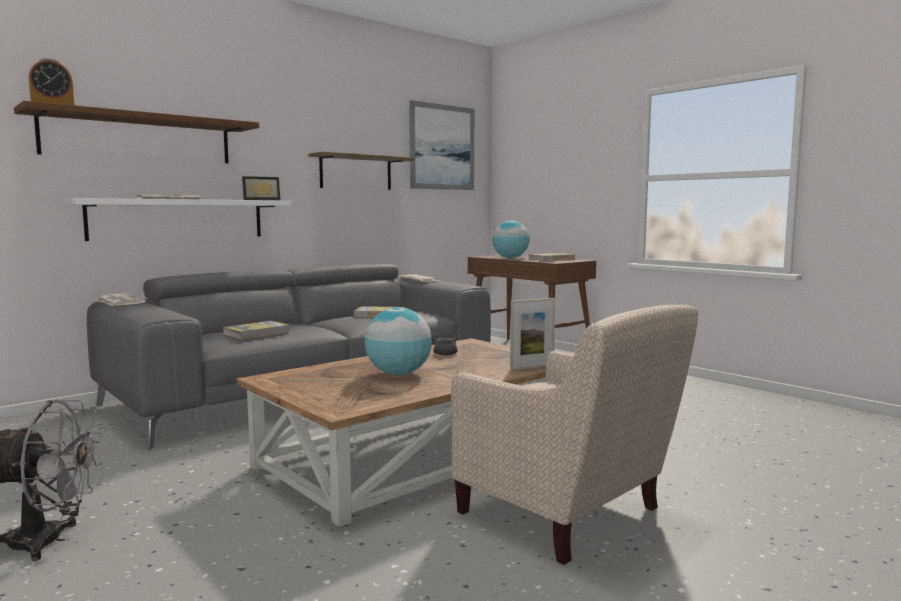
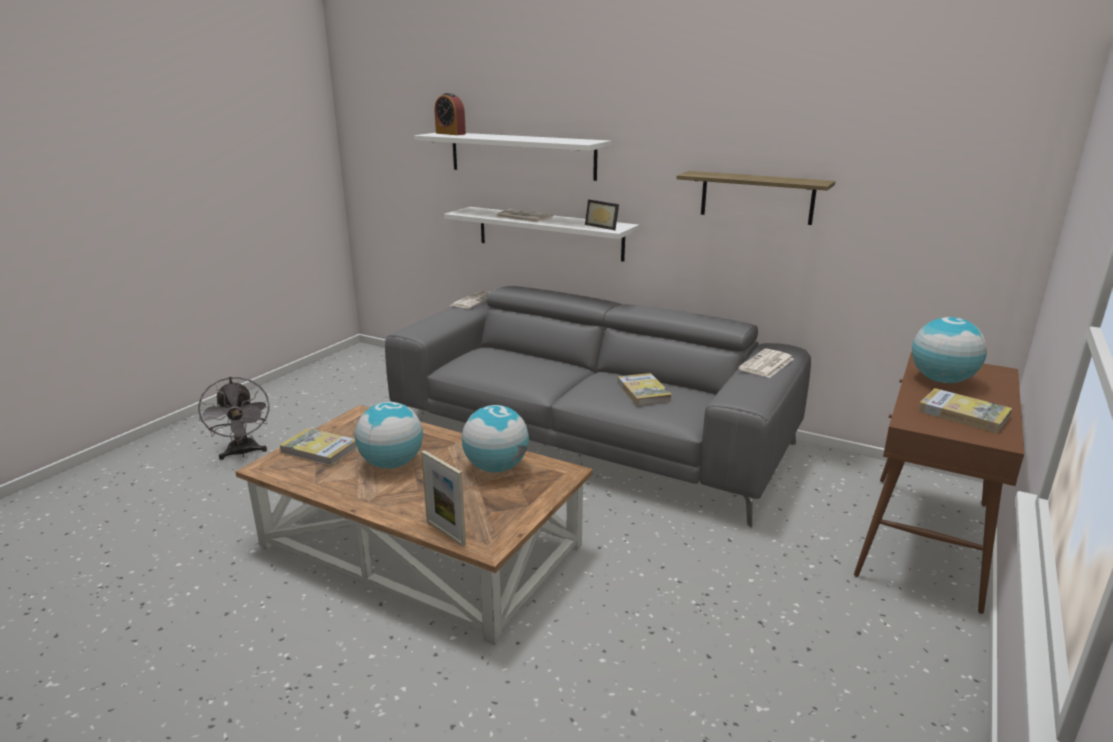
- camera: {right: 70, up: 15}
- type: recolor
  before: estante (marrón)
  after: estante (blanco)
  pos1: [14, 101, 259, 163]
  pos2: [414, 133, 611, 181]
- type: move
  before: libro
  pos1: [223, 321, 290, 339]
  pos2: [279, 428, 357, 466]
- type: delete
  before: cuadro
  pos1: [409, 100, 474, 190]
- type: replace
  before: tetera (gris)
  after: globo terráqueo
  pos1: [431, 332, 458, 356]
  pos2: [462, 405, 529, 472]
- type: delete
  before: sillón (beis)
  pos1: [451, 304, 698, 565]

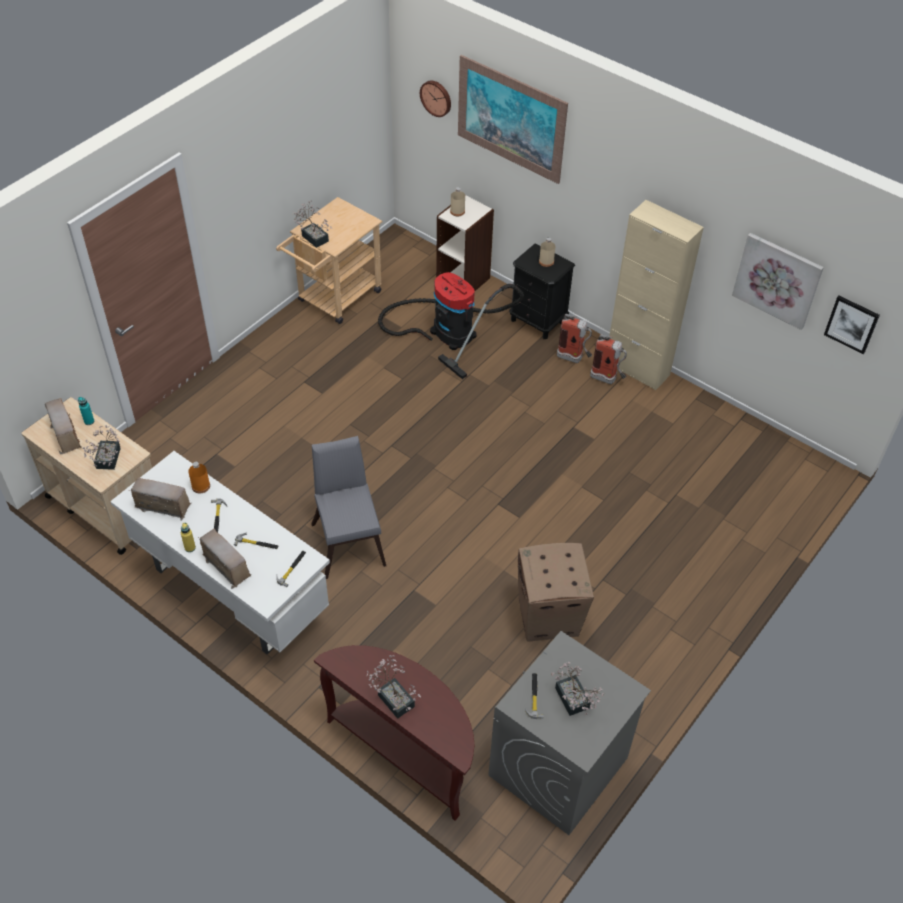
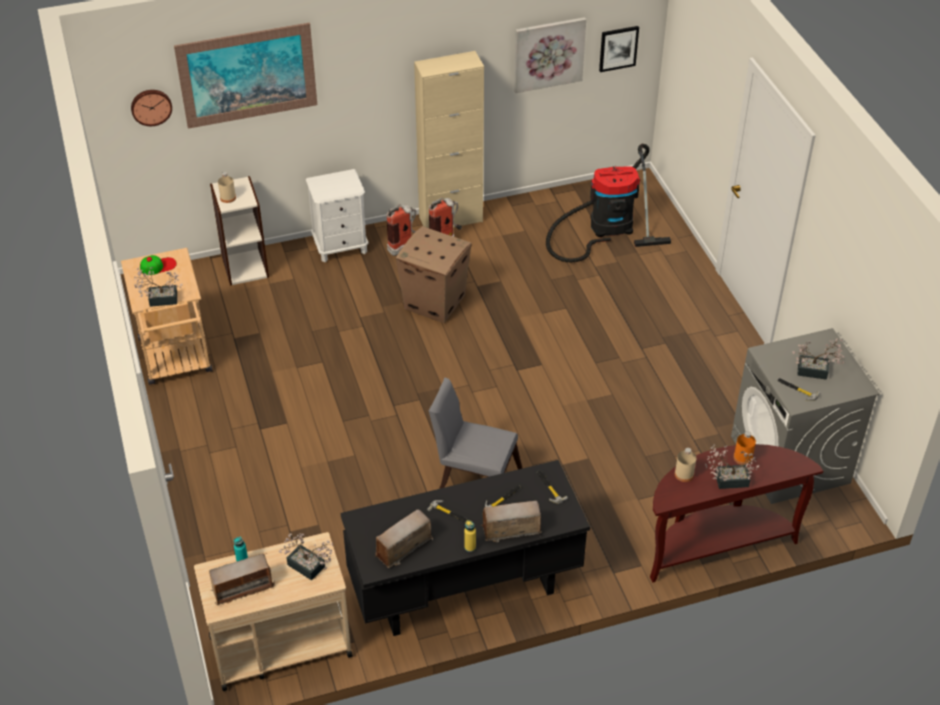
- camera: {right: -55, up: -5}
- type: rotate
  before: radio
  pos1: [44, 398, 82, 454]
  pos2: [209, 553, 275, 605]
  turn: 150
- type: recolor
  before: escritorio (blanco)
  after: escritorio (negro)
  pos1: [110, 451, 330, 655]
  pos2: [340, 460, 590, 636]
- type: move
  before: botella (naranja)
  pos1: [188, 462, 210, 493]
  pos2: [733, 431, 756, 465]
- type: move
  before: aspiradora
  pos1: [378, 272, 524, 379]
  pos2: [546, 144, 671, 263]
- type: recolor
  before: mesita de noche (negro)
  after: mesita de noche (blanco)
  pos1: [509, 243, 575, 339]
  pos2: [306, 169, 368, 262]
- type: move
  before: caja de cartón
  pos1: [518, 543, 594, 642]
  pos2: [396, 226, 472, 323]
- type: move
  before: botella (beis)
  pos1: [539, 238, 555, 267]
  pos2: [675, 448, 696, 482]
- type: insert
  after: gorra
  pos2: [140, 255, 177, 275]

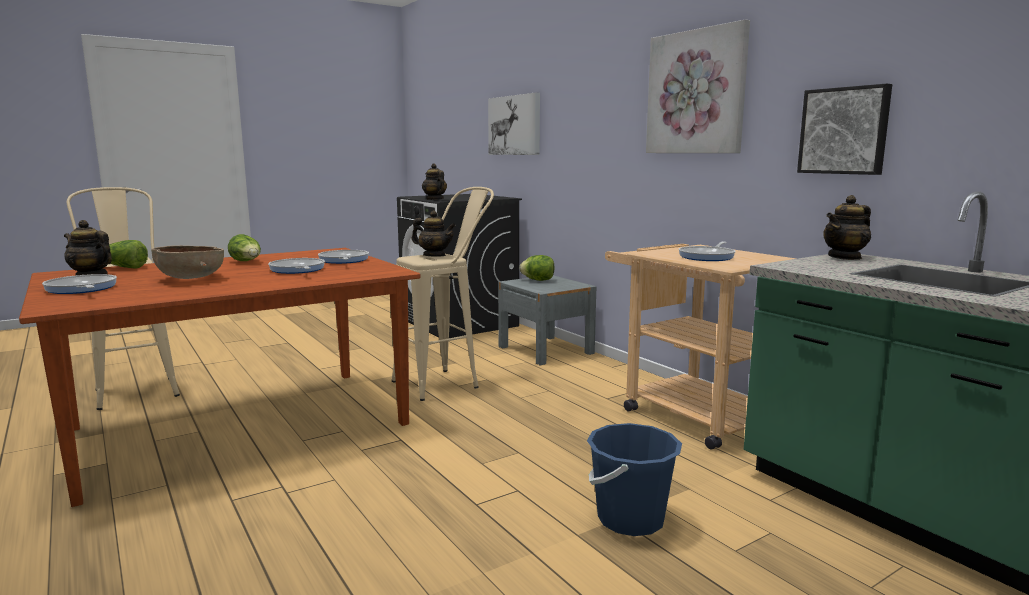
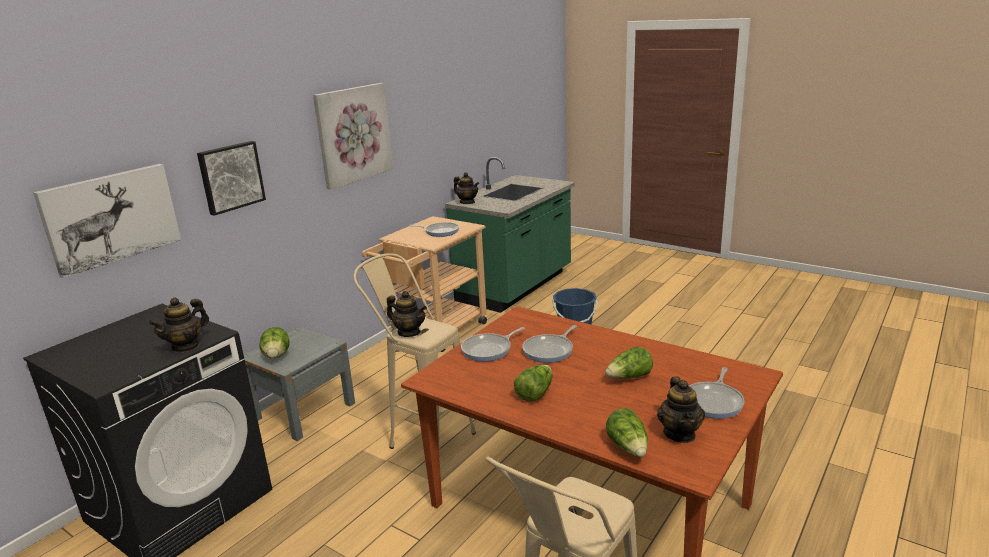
- camera: {right: -110, up: 10}
- type: replace
  before: cuenco (marrón)
  after: lechuga
  pos1: [151, 245, 224, 279]
  pos2: [605, 347, 653, 379]
- type: rotate
  before: tetera
  pos1: [412, 211, 456, 256]
  pos2: [387, 291, 427, 337]
  turn: 120
- type: move
  before: cuadro
  pos1: [797, 84, 892, 175]
  pos2: [197, 141, 266, 216]

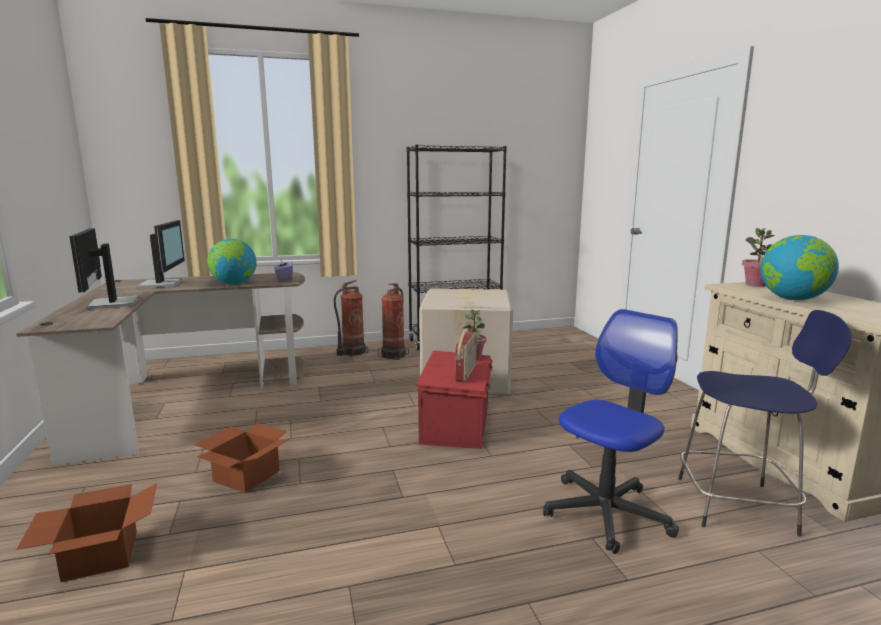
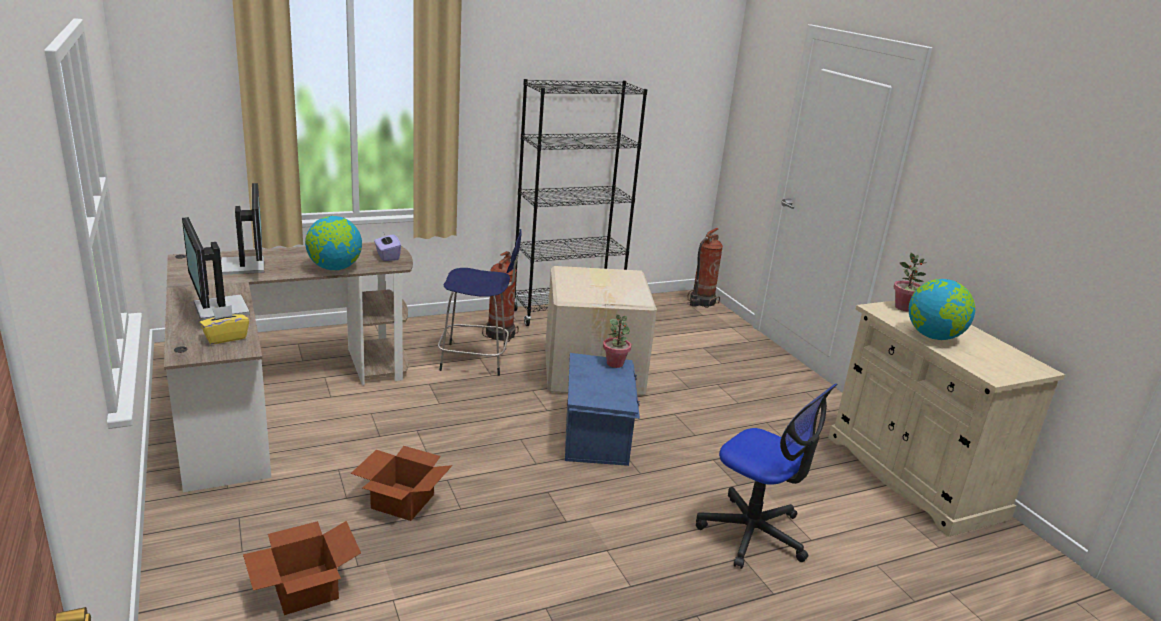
- camera: {right: -10, up: 10}
- type: move
  before: extintor
  pos1: [334, 280, 368, 357]
  pos2: [687, 228, 723, 308]
- type: recolor
  before: caja de almacenaje (rojo)
  after: caja de almacenaje (azul)
  pos1: [416, 351, 493, 449]
  pos2: [565, 353, 640, 466]
- type: delete
  before: radio
  pos1: [455, 328, 477, 382]
- type: rotate
  before: silla de oficina
  pos1: [543, 309, 679, 554]
  pos2: [696, 384, 837, 569]
  turn: 90
- type: move
  before: taburete (azul)
  pos1: [678, 310, 852, 537]
  pos2: [438, 229, 522, 376]
- type: insert
  after: caja de pañuelos (amarillo)
  pos2: [199, 305, 249, 345]

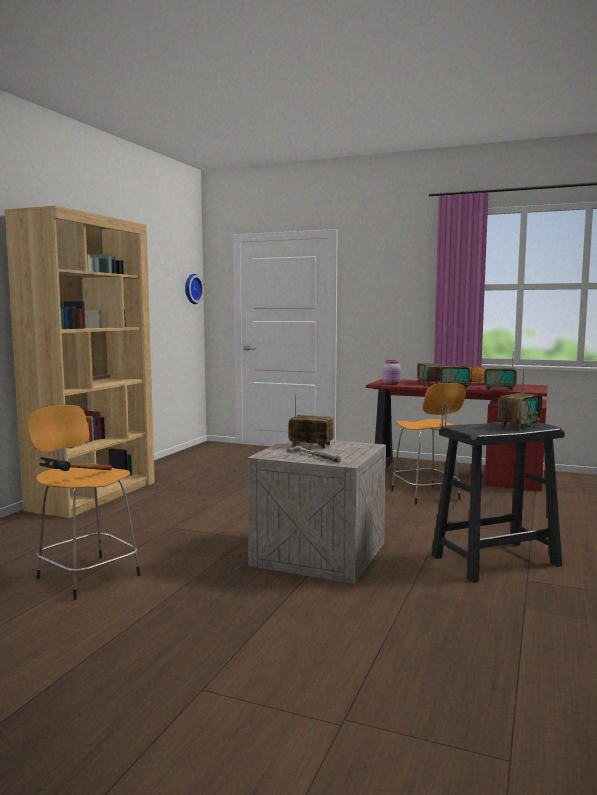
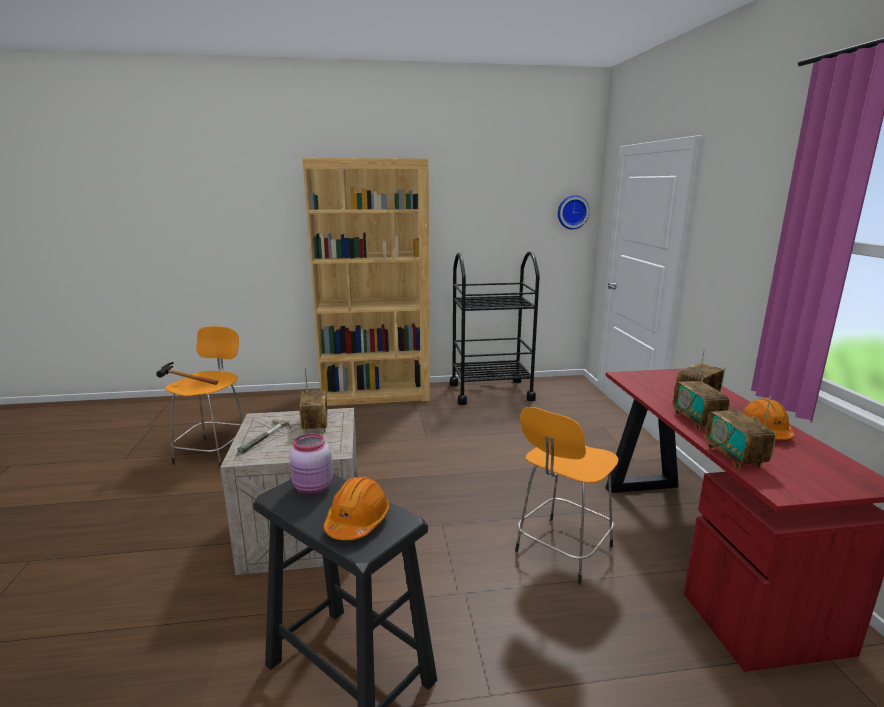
- camera: {right: 60, up: 10}
- type: move
  before: tarro (rosa)
  pos1: [382, 360, 401, 385]
  pos2: [290, 433, 333, 495]
- type: replace
  before: radio
  after: casco (naranja)
  pos1: [498, 369, 542, 429]
  pos2: [324, 477, 390, 540]
- type: insert
  after: carrito (negro)
  pos2: [450, 251, 540, 405]

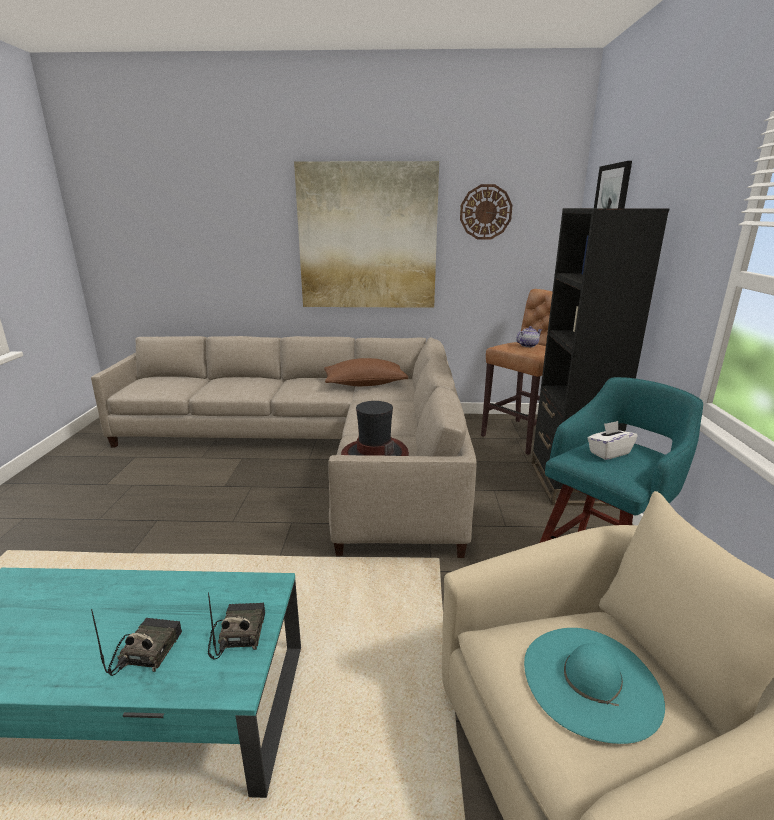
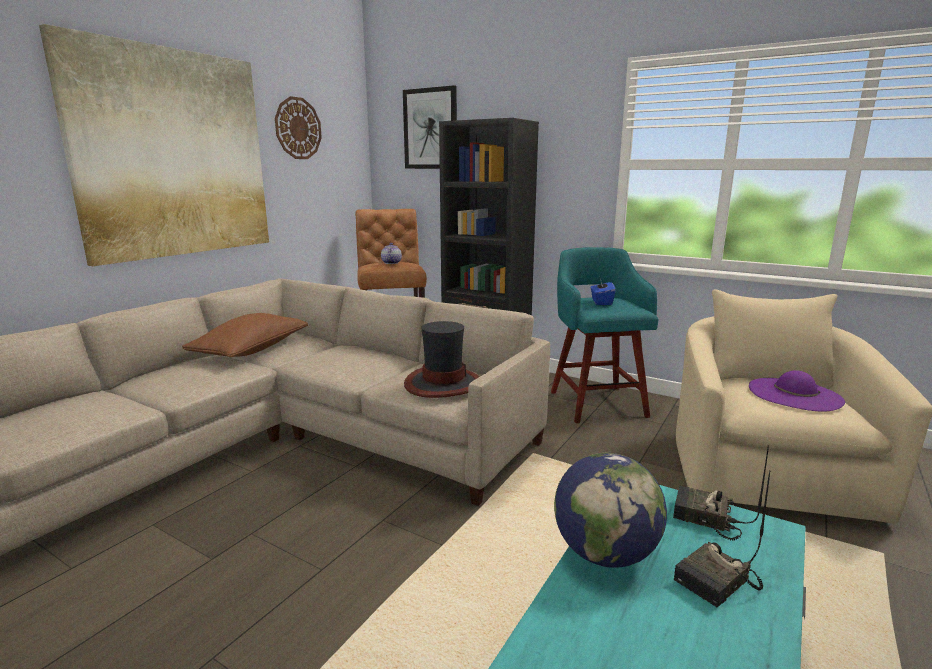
- camera: {right: -60, up: -5}
- type: rotate
  before: radio
  pos1: [91, 609, 182, 676]
  pos2: [674, 470, 770, 608]
  turn: -75
- type: recolor
  before: sombrero (turquesa)
  after: sombrero (morado)
  pos1: [524, 628, 665, 744]
  pos2: [749, 370, 845, 412]
- type: recolor
  before: caja de pañuelos (blanco)
  after: caja de pañuelos (azul)
  pos1: [588, 421, 638, 460]
  pos2: [591, 276, 616, 305]
- type: insert
  after: globo terráqueo
  pos2: [554, 453, 667, 568]

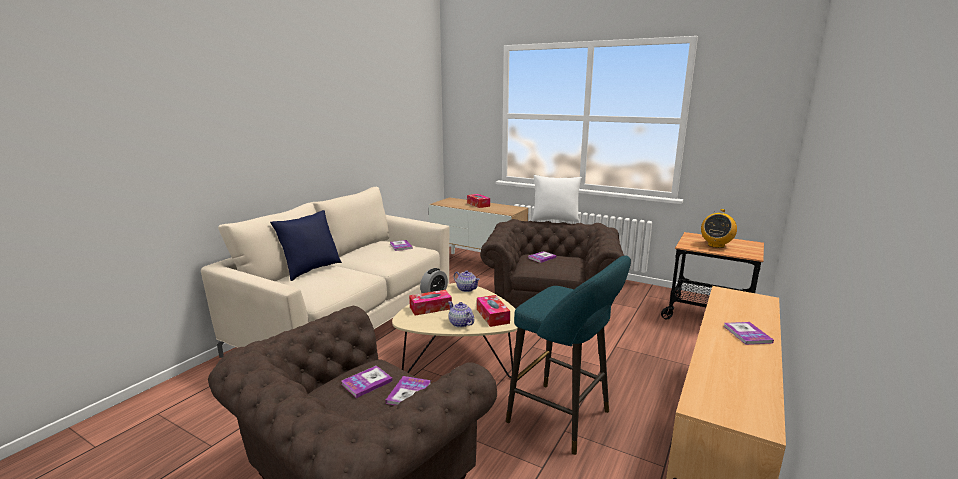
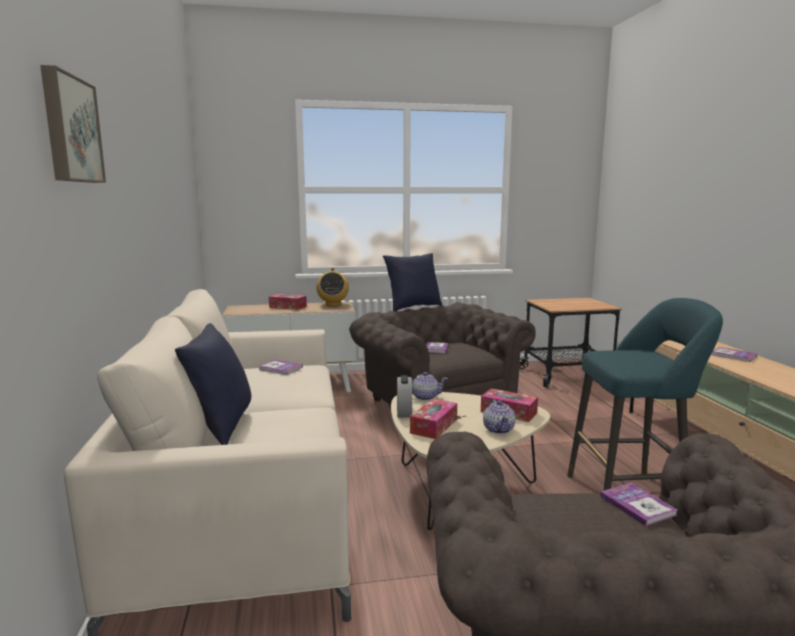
- camera: {right: -40, up: -5}
- type: delete
  before: libro
  pos1: [341, 366, 393, 398]
- type: rotate
  before: tetera
  pos1: [448, 301, 474, 328]
  pos2: [483, 399, 515, 434]
  turn: -105
- type: recolor
  before: cojín (blanco)
  after: cojín (azul)
  pos1: [532, 175, 582, 223]
  pos2: [383, 253, 442, 311]
- type: move
  before: radio
  pos1: [701, 209, 737, 248]
  pos2: [317, 267, 349, 306]
- type: insert
  after: cuadro
  pos2: [40, 65, 106, 183]

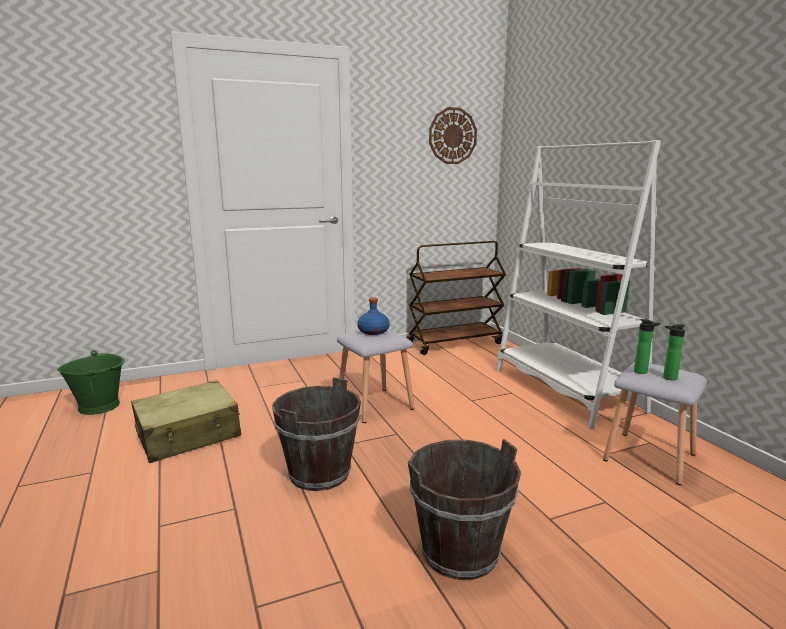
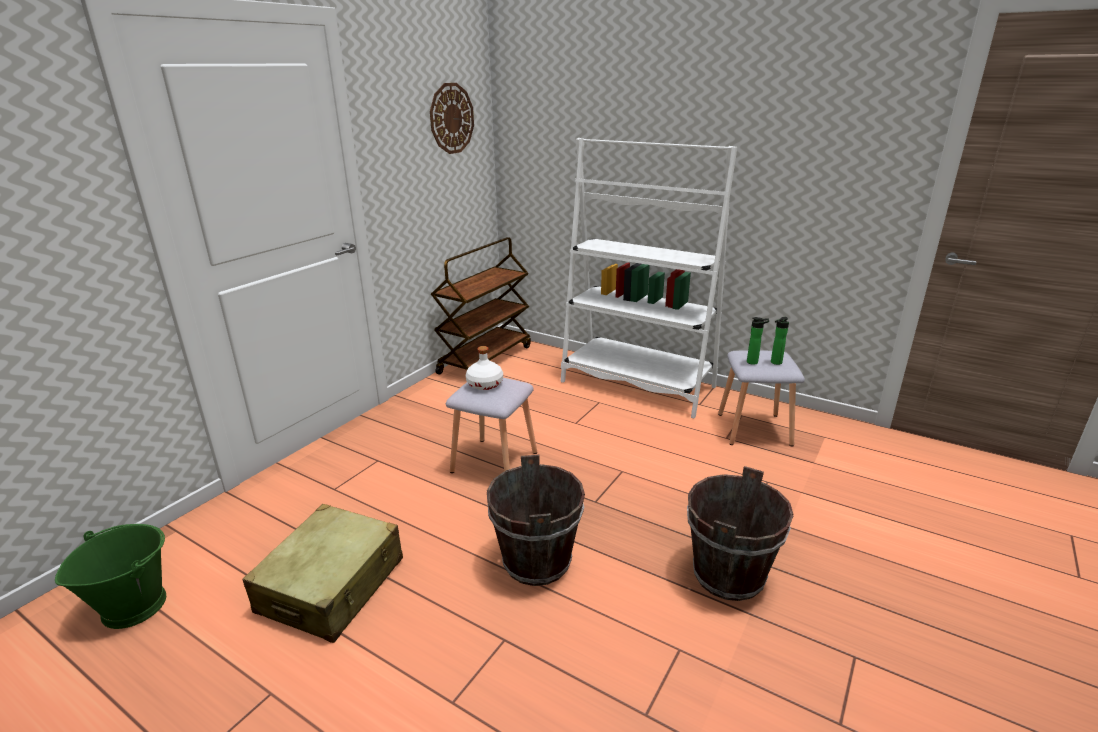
- camera: {right: -35, up: 10}
- type: recolor
  before: botella (azul)
  after: botella (blanco)
  pos1: [357, 298, 390, 335]
  pos2: [466, 346, 503, 390]

